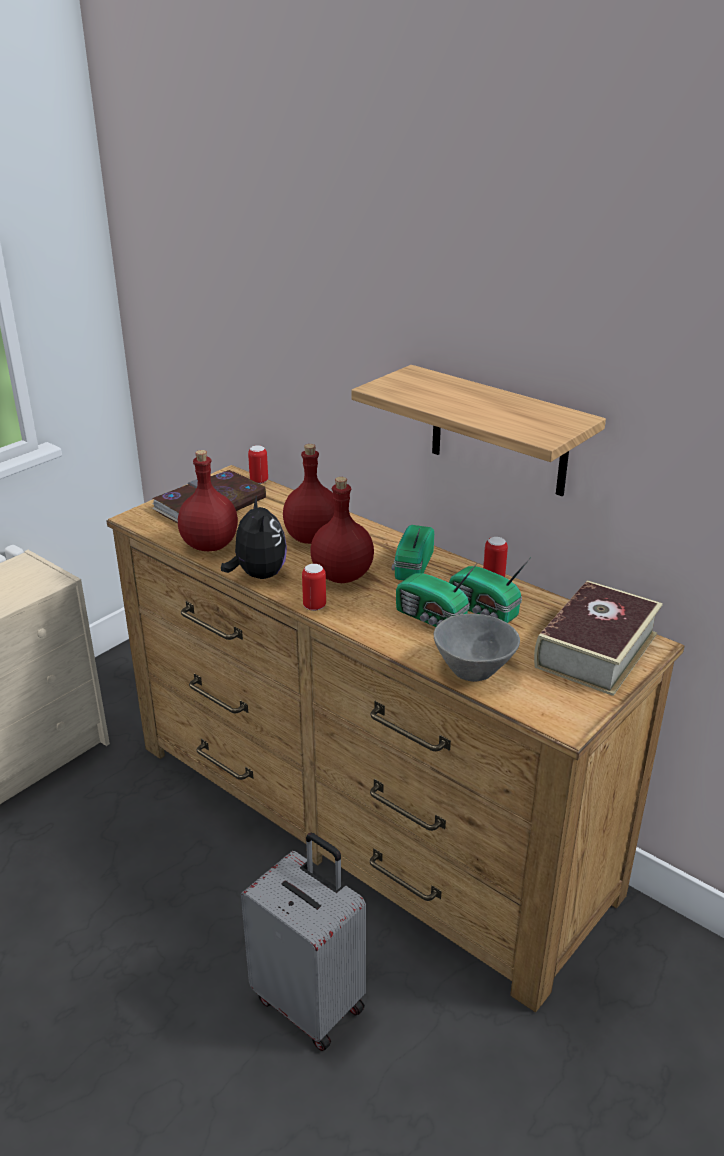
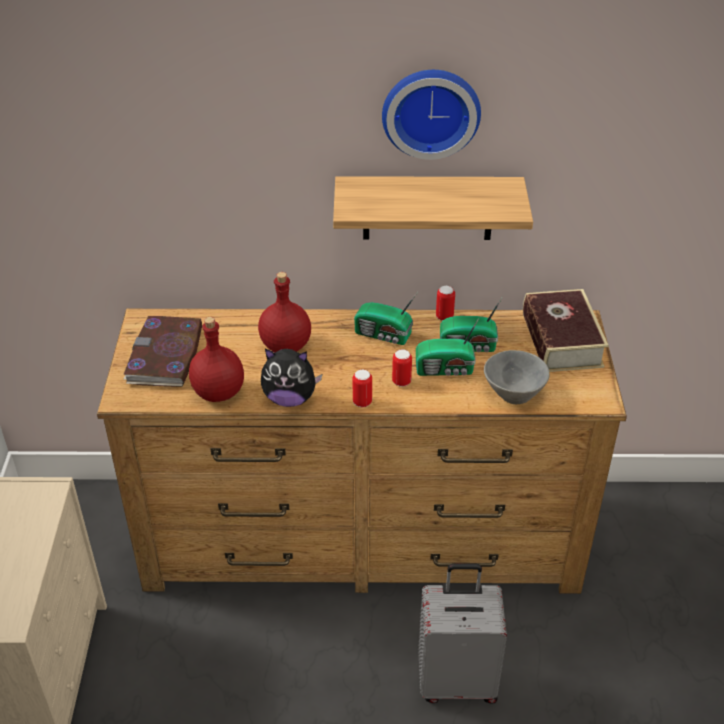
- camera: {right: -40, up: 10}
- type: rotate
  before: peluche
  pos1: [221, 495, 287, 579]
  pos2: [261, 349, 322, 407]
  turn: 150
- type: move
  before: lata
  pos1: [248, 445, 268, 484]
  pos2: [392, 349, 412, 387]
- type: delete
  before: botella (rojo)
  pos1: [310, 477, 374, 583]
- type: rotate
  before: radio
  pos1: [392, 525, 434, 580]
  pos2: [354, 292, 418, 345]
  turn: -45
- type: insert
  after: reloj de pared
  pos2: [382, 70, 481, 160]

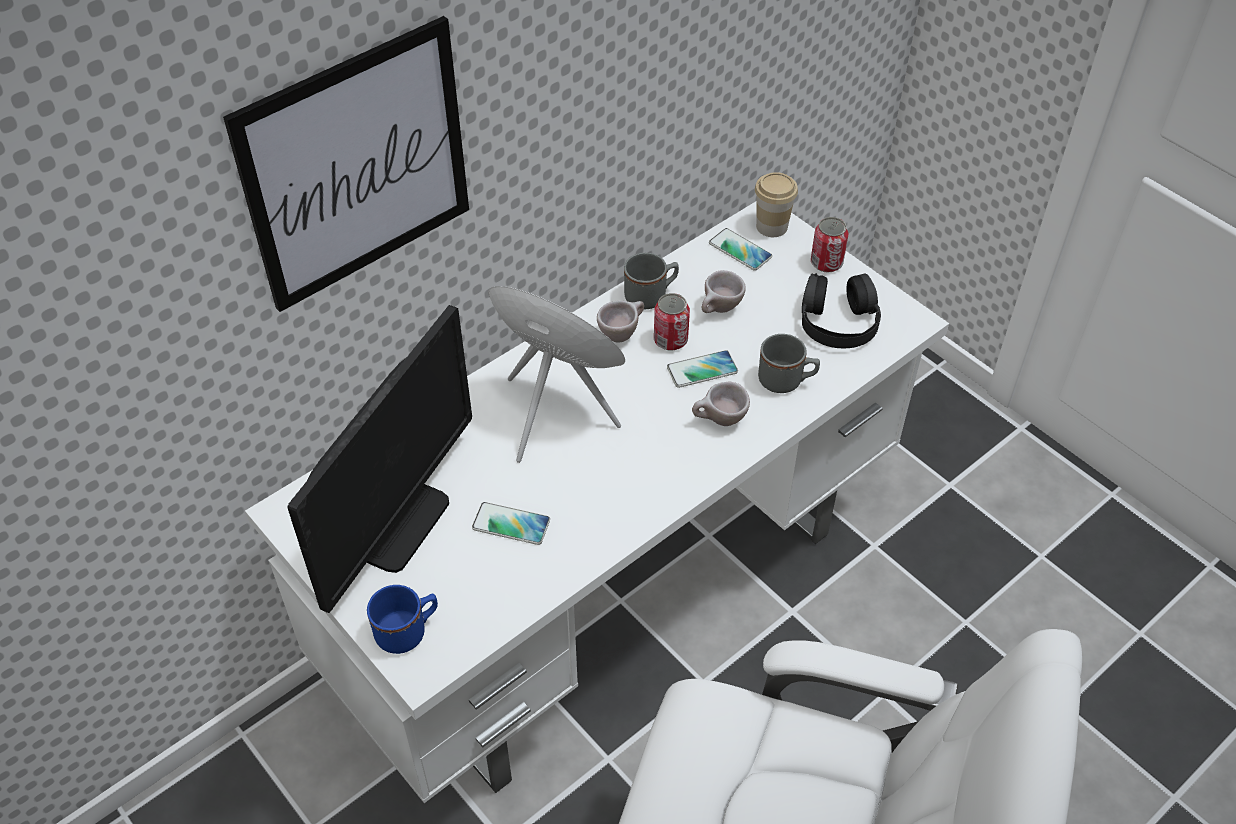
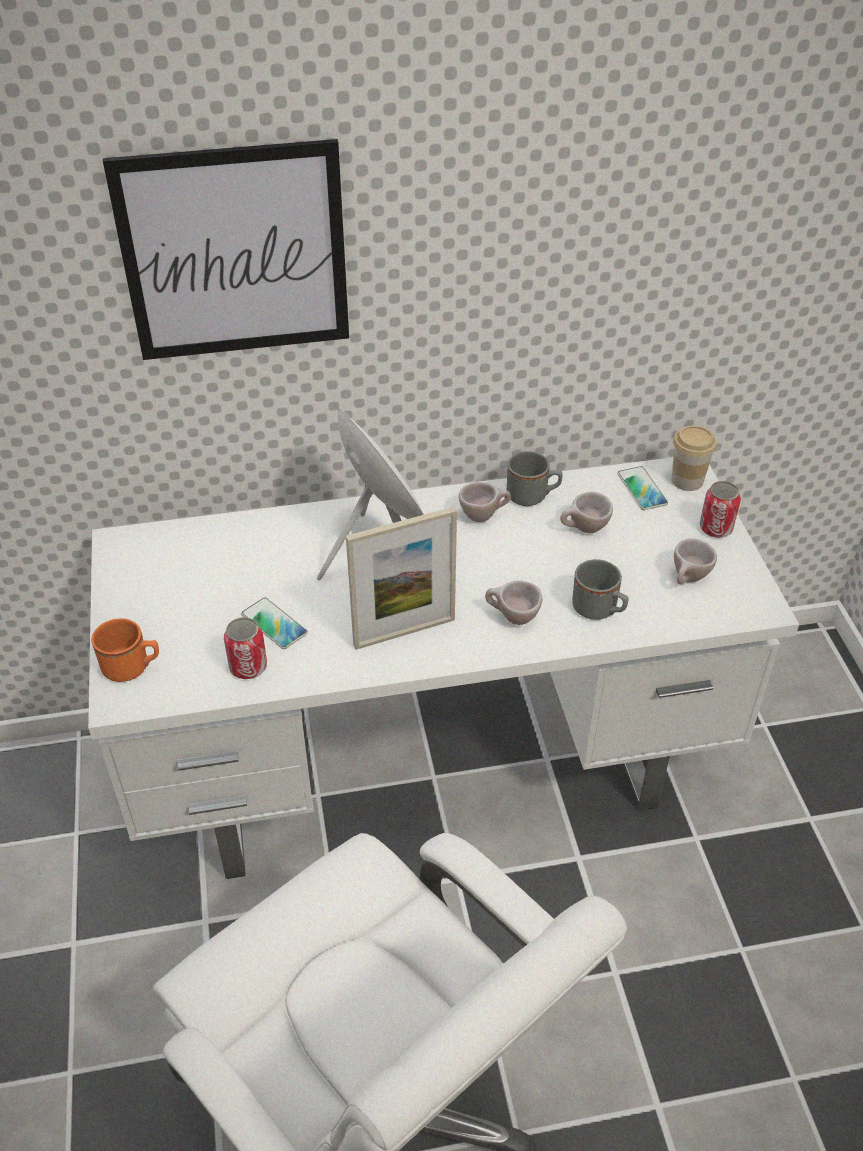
- camera: {right: 30, up: -5}
- type: delete
  before: monitor
  pos1: [288, 305, 472, 613]
- type: recolor
  before: taza grande (azul)
  after: taza grande (naranja)
  pos1: [367, 585, 438, 654]
  pos2: [91, 618, 159, 682]
- type: move
  before: lata
  pos1: [654, 293, 690, 351]
  pos2: [224, 617, 267, 679]
- type: delete
  before: móvil
  pos1: [667, 350, 738, 388]
- type: replace
  before: auriculares (negro)
  after: taza (beis)
  pos1: [802, 273, 881, 348]
  pos2: [674, 538, 717, 584]
- type: insert
  after: portarretratos
  pos2: [346, 507, 457, 650]

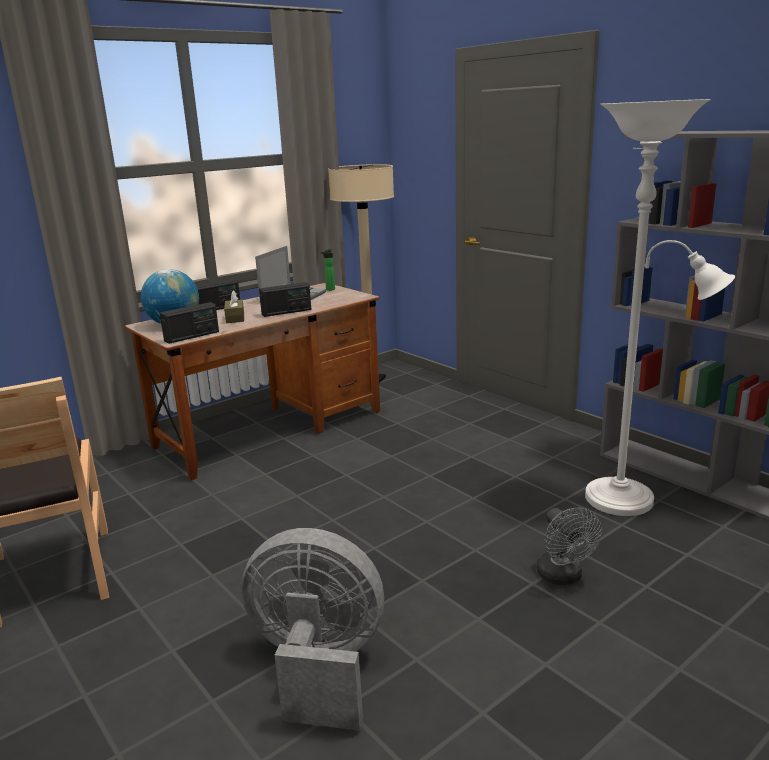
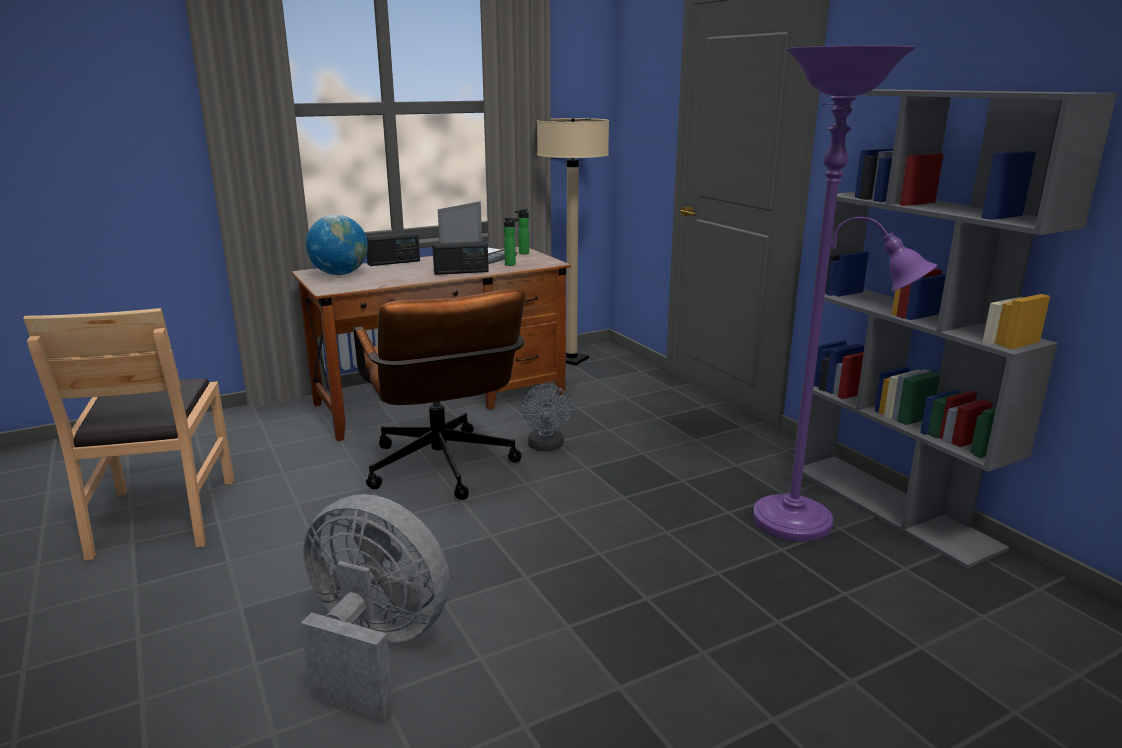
- camera: {right: 10, up: 0}
- type: delete
  before: radio
  pos1: [160, 302, 219, 344]
- type: delete
  before: caja de pañuelos (marrón)
  pos1: [224, 290, 244, 323]
- type: move
  before: ventilador (gris)
  pos1: [537, 507, 602, 585]
  pos2: [522, 384, 572, 451]
- type: recolor
  before: lámpara de pie (blanco)
  after: lámpara de pie (morado)
  pos1: [585, 99, 735, 516]
  pos2: [753, 46, 938, 542]
- type: insert
  after: silla de oficina (marrón)
  pos2: [354, 289, 525, 500]
- type: insert
  after: botella
  pos2: [503, 217, 519, 266]

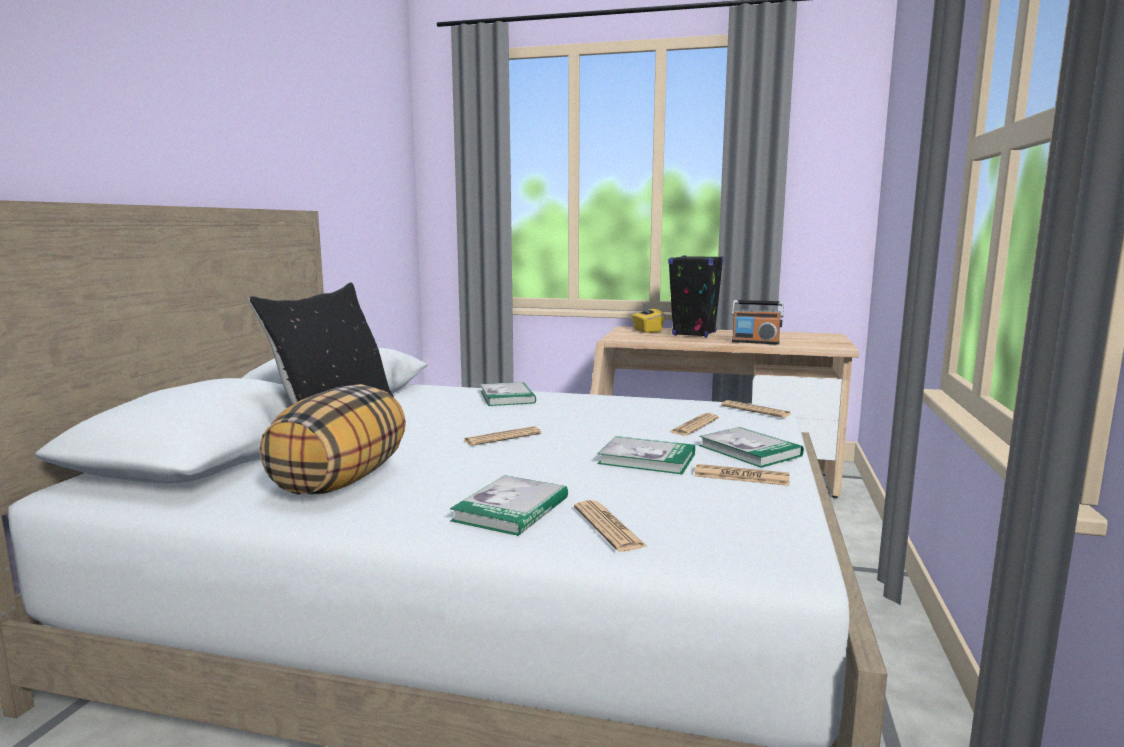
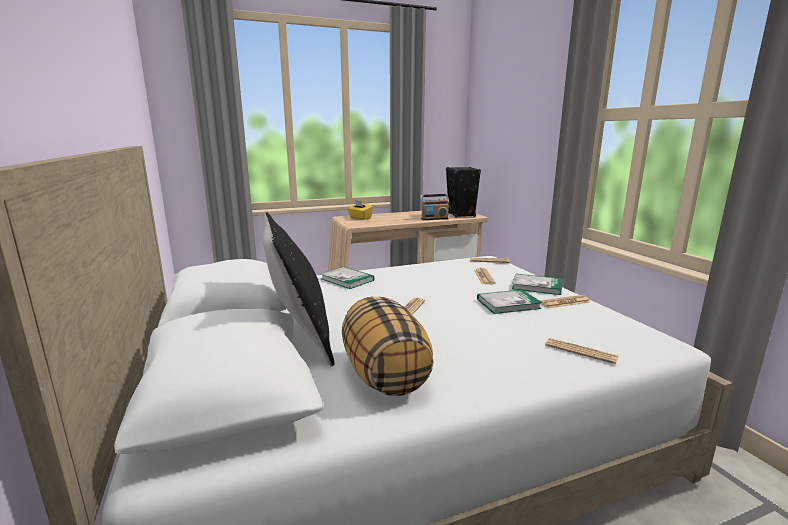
- camera: {right: -35, up: 5}
- type: delete
  before: libro
  pos1: [450, 475, 568, 536]
- type: move
  before: altavoz (negro)
  pos1: [668, 255, 724, 338]
  pos2: [446, 167, 481, 217]

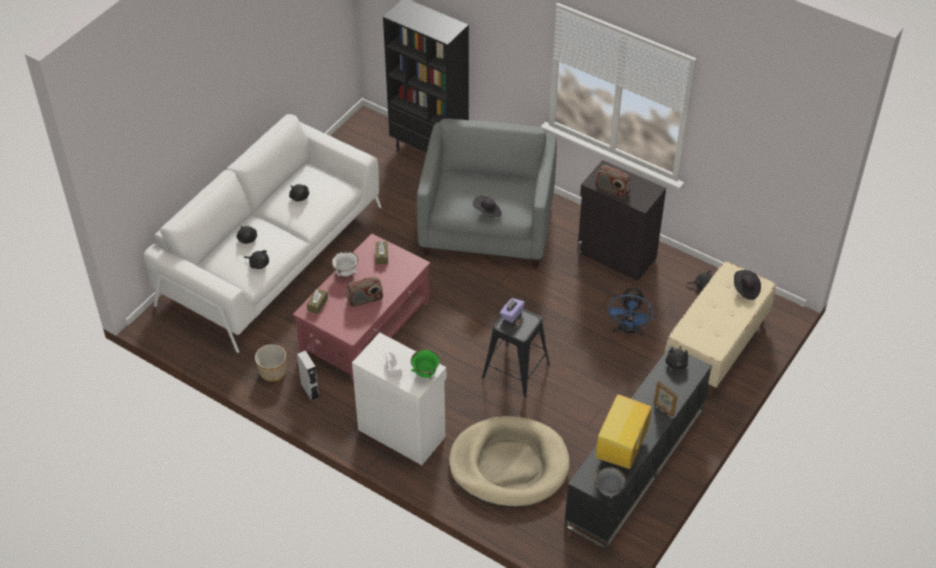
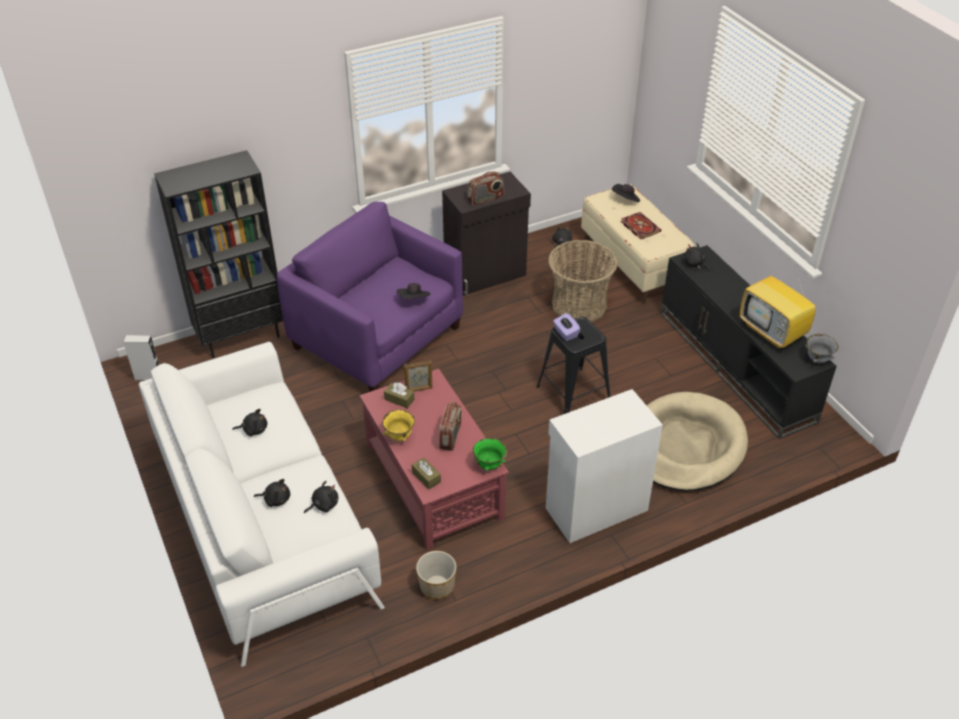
- camera: {right: -60, up: -5}
- type: move
  before: altavoz (gris)
  pos1: [297, 350, 320, 401]
  pos2: [123, 335, 159, 381]
- type: recolor
  before: cuenco (blanco)
  after: cuenco (amarillo)
  pos1: [331, 251, 358, 276]
  pos2: [382, 410, 415, 442]
- type: delete
  before: caja de pañuelos (blanco)
  pos1: [386, 351, 402, 378]
- type: move
  before: cuenco (verde)
  pos1: [411, 349, 440, 379]
  pos2: [473, 438, 507, 471]
- type: recolor
  before: sillón (gris)
  after: sillón (morado)
  pos1: [417, 119, 557, 268]
  pos2: [277, 202, 463, 392]
- type: replace
  before: ventilador (azul)
  after: cesta
  pos1: [607, 286, 654, 336]
  pos2: [548, 240, 618, 322]
- type: move
  before: portarretratos
  pos1: [654, 381, 678, 417]
  pos2: [404, 360, 432, 392]
- type: insert
  after: libro
  pos2: [620, 212, 661, 239]

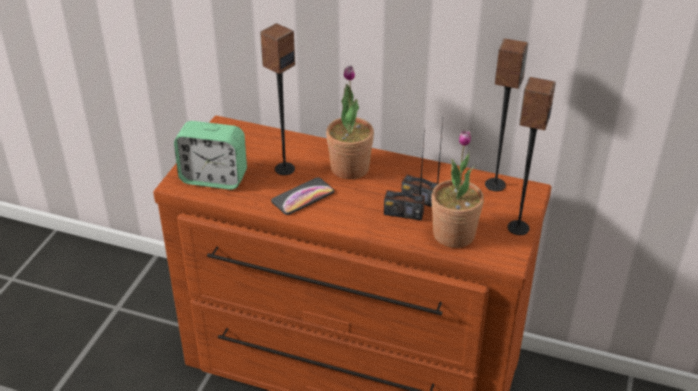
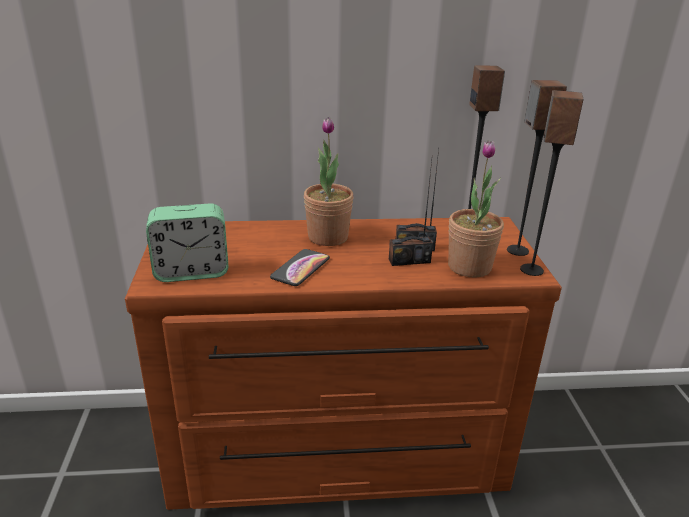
- camera: {right: -25, up: -10}
- type: move
  before: altavoz
  pos1: [260, 23, 295, 175]
  pos2: [520, 90, 583, 276]

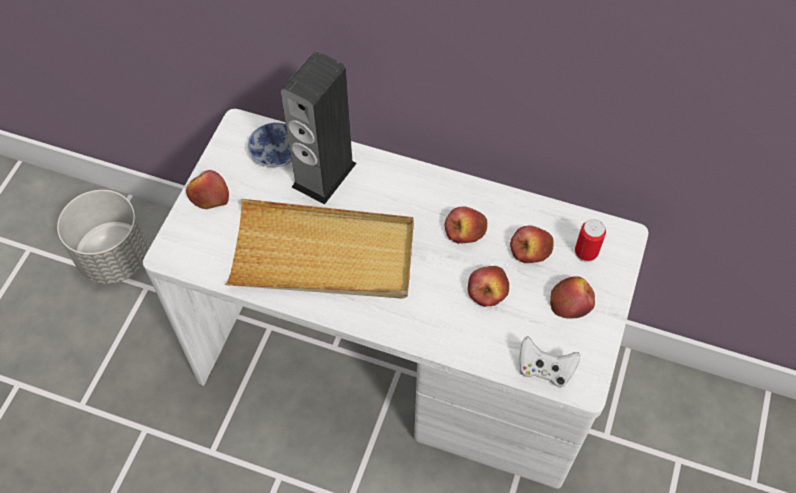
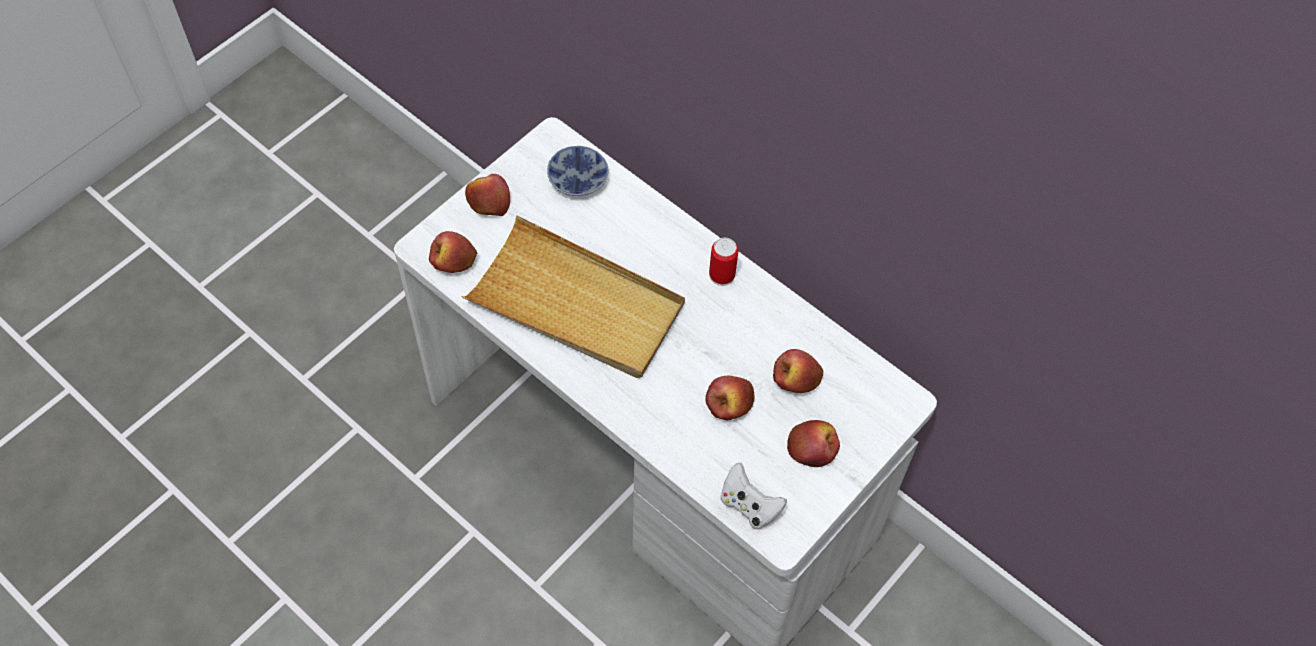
- camera: {right: 20, up: 0}
- type: delete
  before: maceta (gris)
  pos1: [57, 190, 148, 284]
- type: delete
  before: altavoz
  pos1: [280, 51, 357, 205]
- type: move
  before: manzana
  pos1: [444, 207, 487, 244]
  pos2: [429, 231, 477, 273]
- type: move
  before: lata
  pos1: [575, 219, 606, 262]
  pos2: [709, 238, 738, 286]

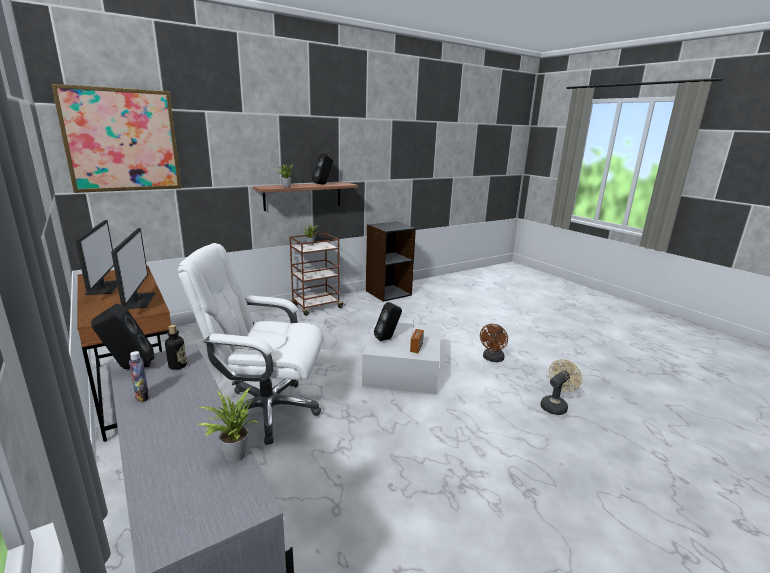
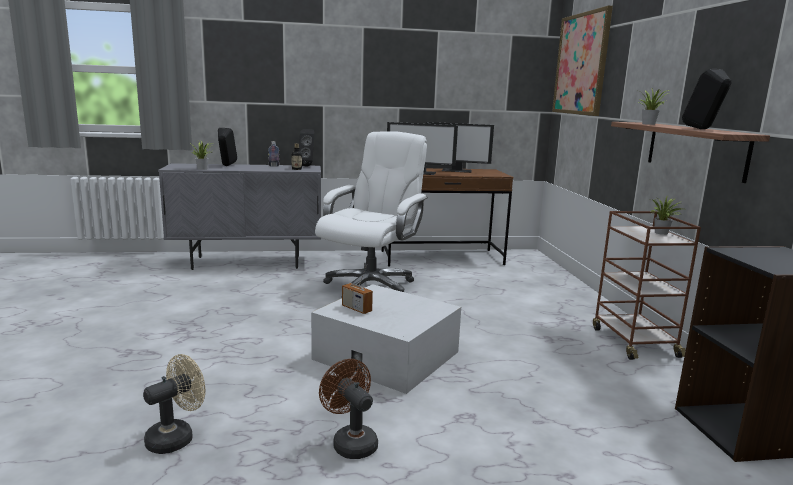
- camera: {right: 115, up: -5}
- type: move
  before: altavoz (negro)
  pos1: [374, 302, 402, 341]
  pos2: [218, 128, 237, 166]
- type: rotate
  before: ventilador (beis)
  pos1: [541, 359, 582, 415]
  pos2: [143, 354, 205, 454]
  turn: -120

